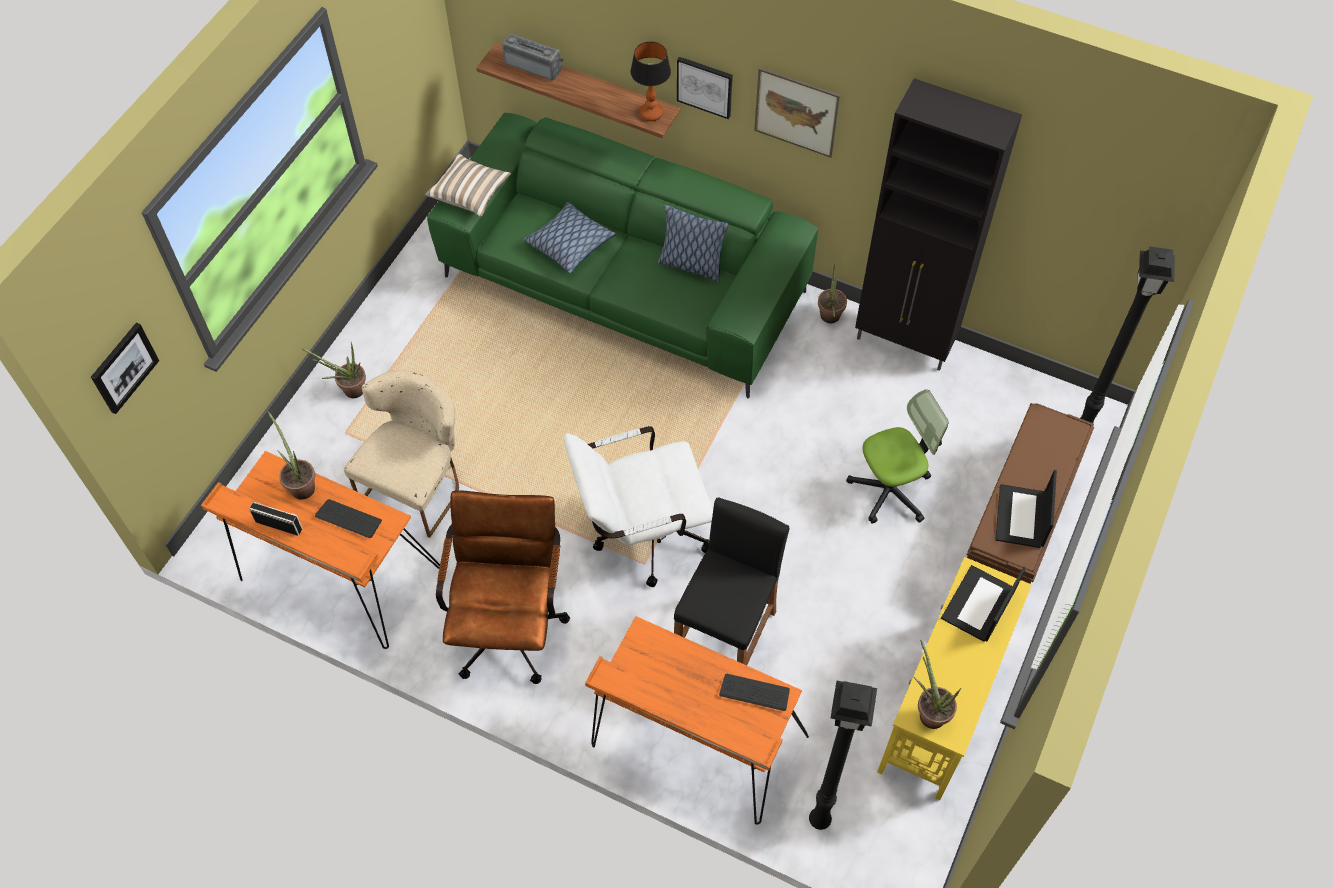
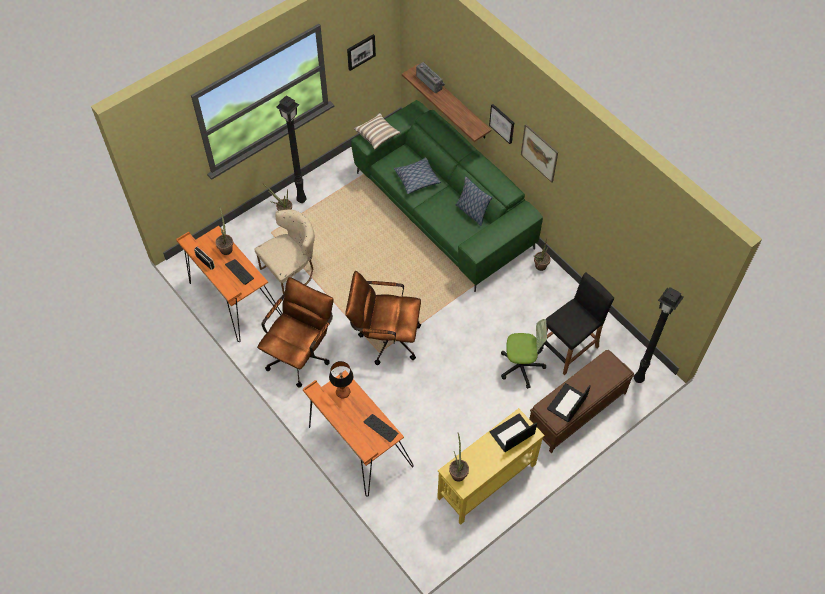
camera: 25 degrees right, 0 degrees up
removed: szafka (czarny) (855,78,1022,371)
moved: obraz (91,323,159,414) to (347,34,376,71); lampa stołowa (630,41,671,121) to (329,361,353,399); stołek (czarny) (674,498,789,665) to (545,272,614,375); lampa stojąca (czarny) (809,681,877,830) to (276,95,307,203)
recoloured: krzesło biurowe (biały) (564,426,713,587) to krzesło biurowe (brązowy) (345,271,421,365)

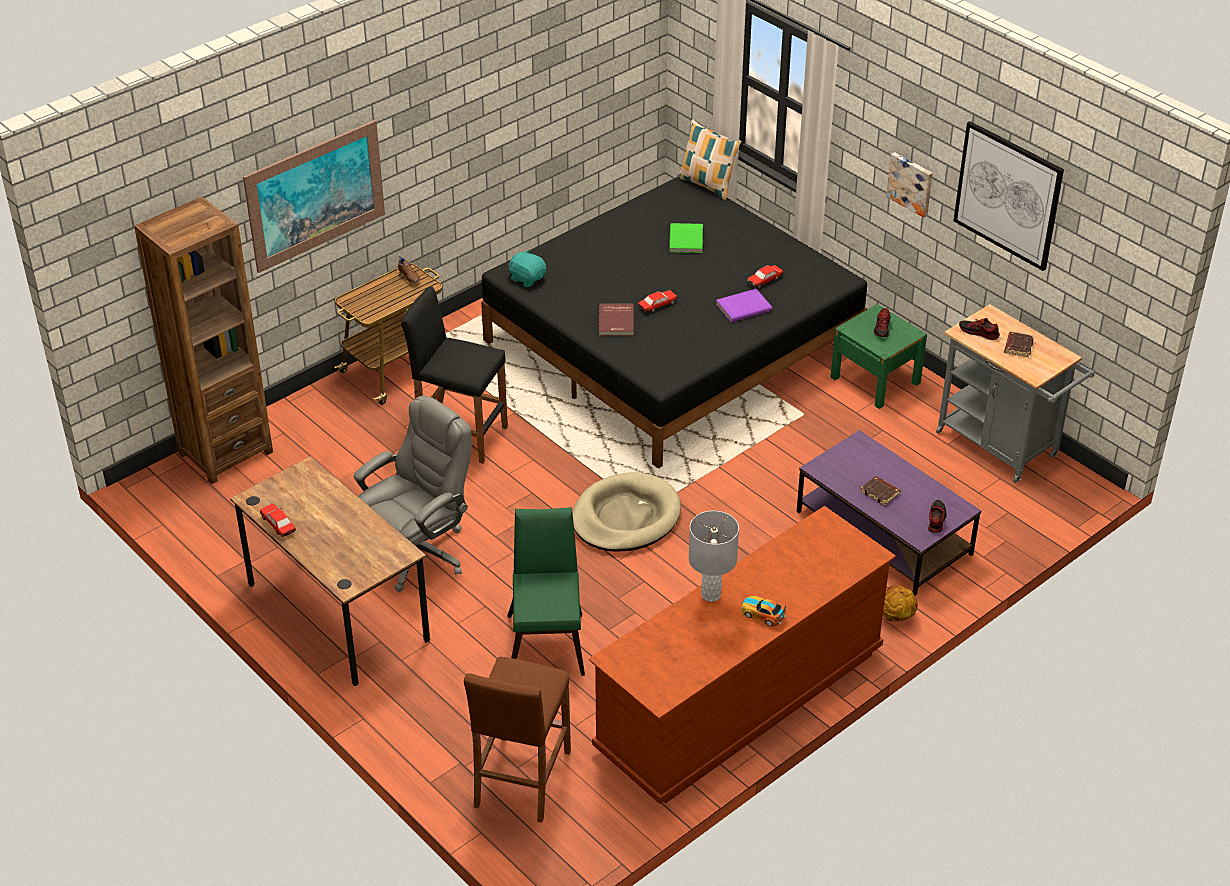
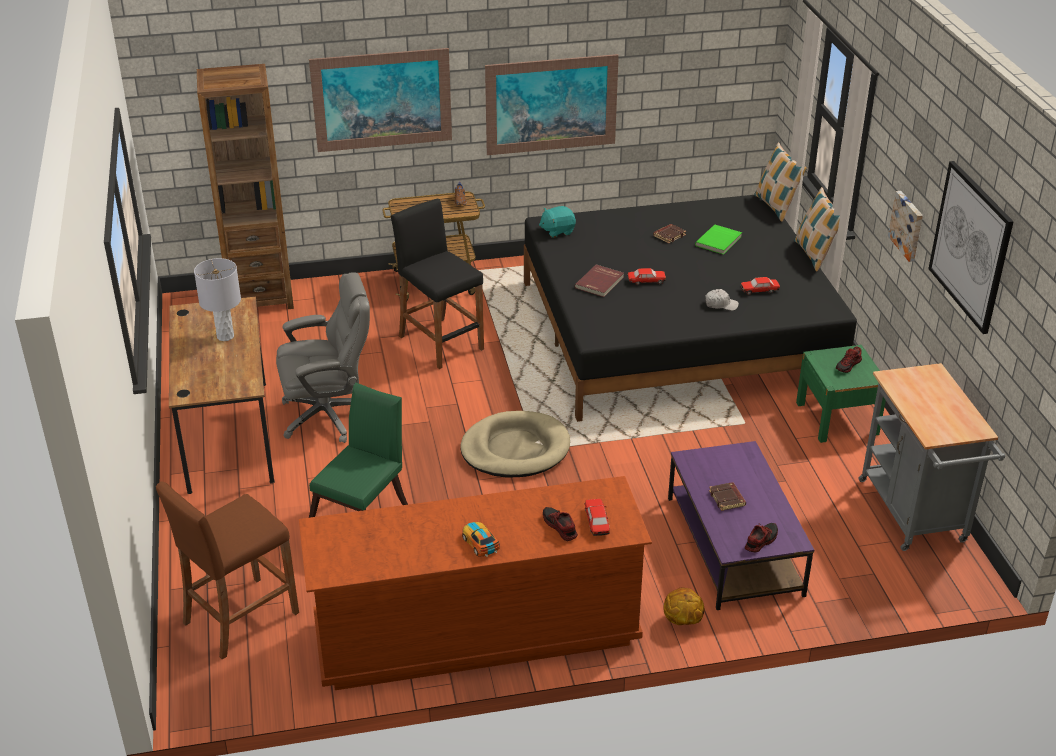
camera: 30 degrees right, 5 degrees down
added: obraz (485,54,619,155); poduszka (794,187,840,271)
moved: samochodzik (260,504,296,537) to (585,499,610,536); lampa stołowa (szary) (689,511,739,602) to (194,258,241,341); but (959,318,1000,340) to (543,507,578,541); książka (brązowy) (1004,332,1034,357) to (653,224,686,244)
replaced: książka (fioletowy) (716,289,772,322) to czapka z daszkiem (biały) (705,289,739,311)
turned: pluszak (turkusowy) (508,249,547,288) = (539,206,576,238) 90 degrees counterclockwise

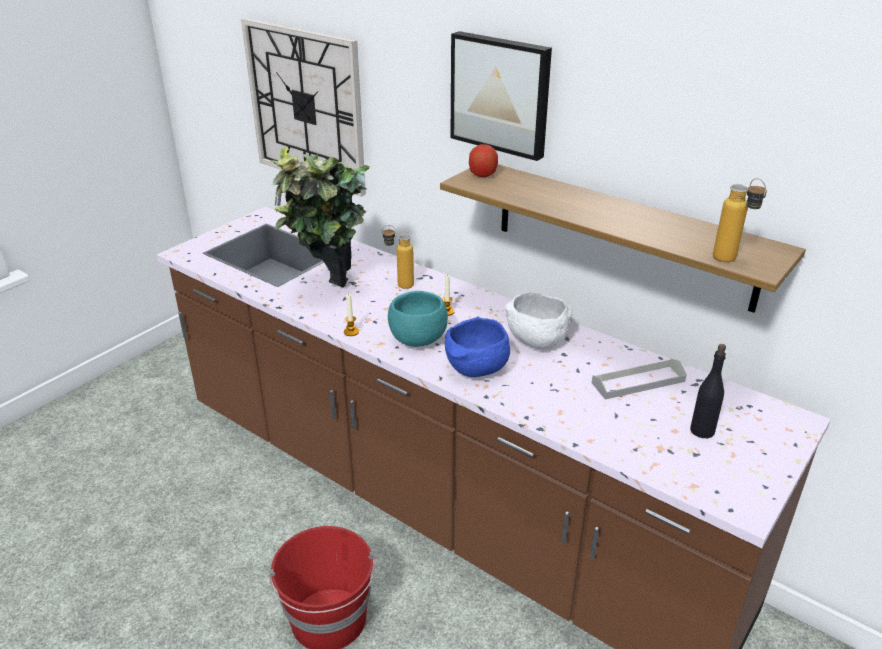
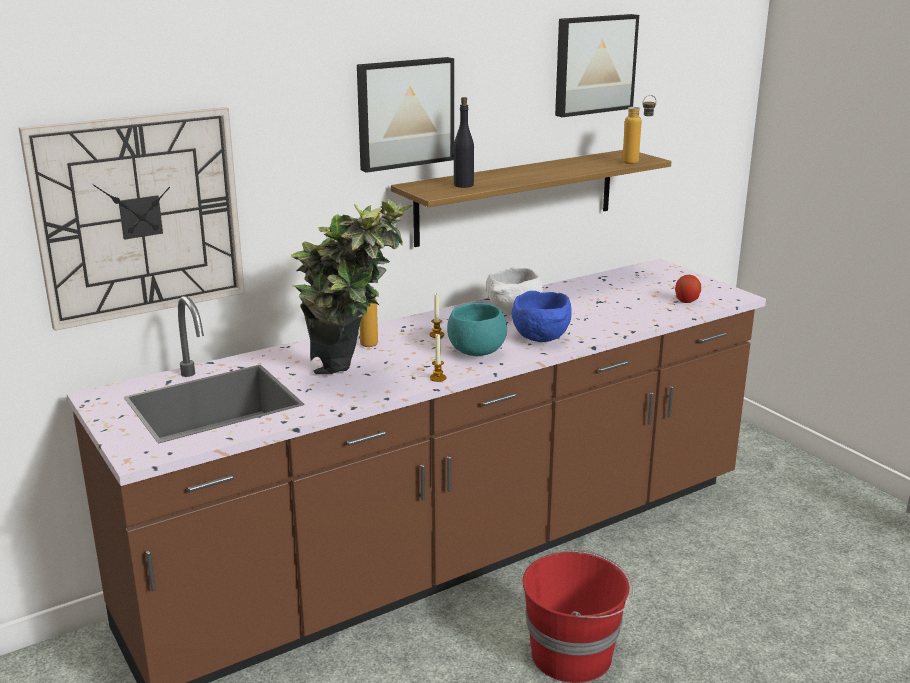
camera: 70 degrees left, 10 degrees down
removed: taca (szary) (592,359,687,399)
added: obraz (555,14,639,117)
moved: jabłko (469,144,498,177) to (675,274,701,303); butelka (czarny) (690,344,726,438) to (453,97,474,188)

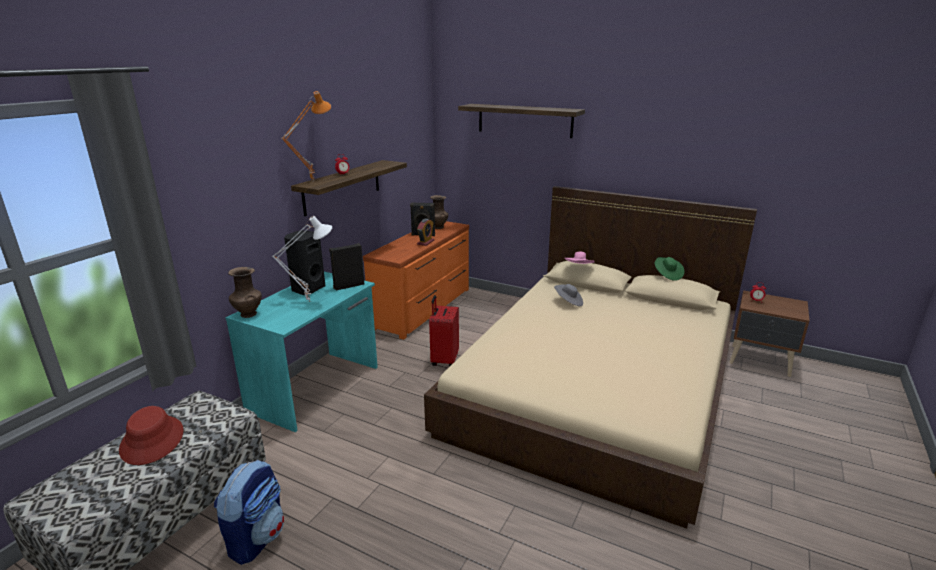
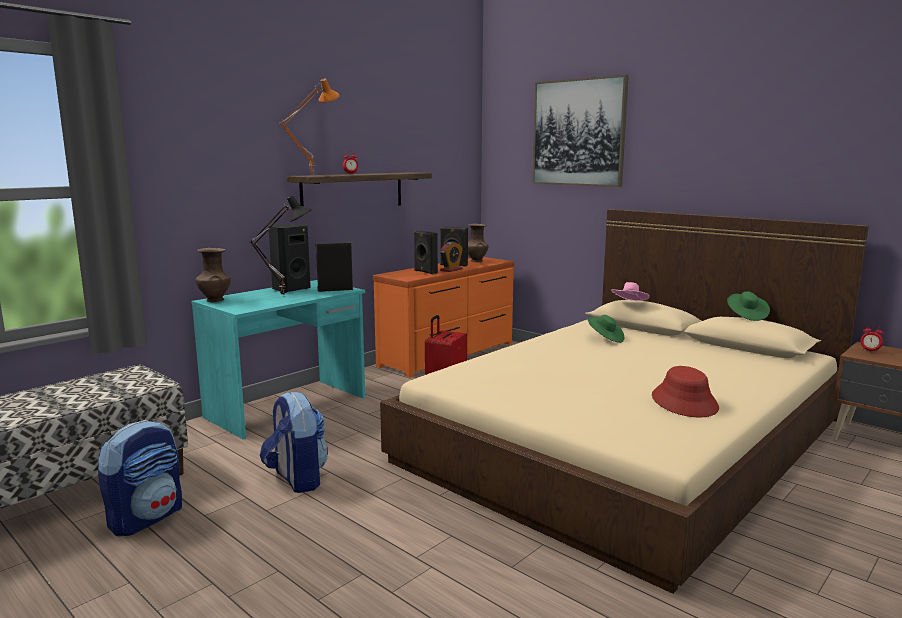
camera: 15 degrees right, 10 degrees down
added: plecak (260,391,328,493); głośnik (czarny) (414,230,438,275)
moved: kapelusz (czerwony) (119,406,184,465) to (652,366,719,417)
replaced: półka (458,104,585,138) to obraz (532,75,629,187)
recoloured: lampa stołowa (biały) (272,216,332,302) to lampa stołowa (czarny) (250,196,312,297); kapelusz (szary) (554,284,583,306) to kapelusz (zielony) (587,315,624,343)

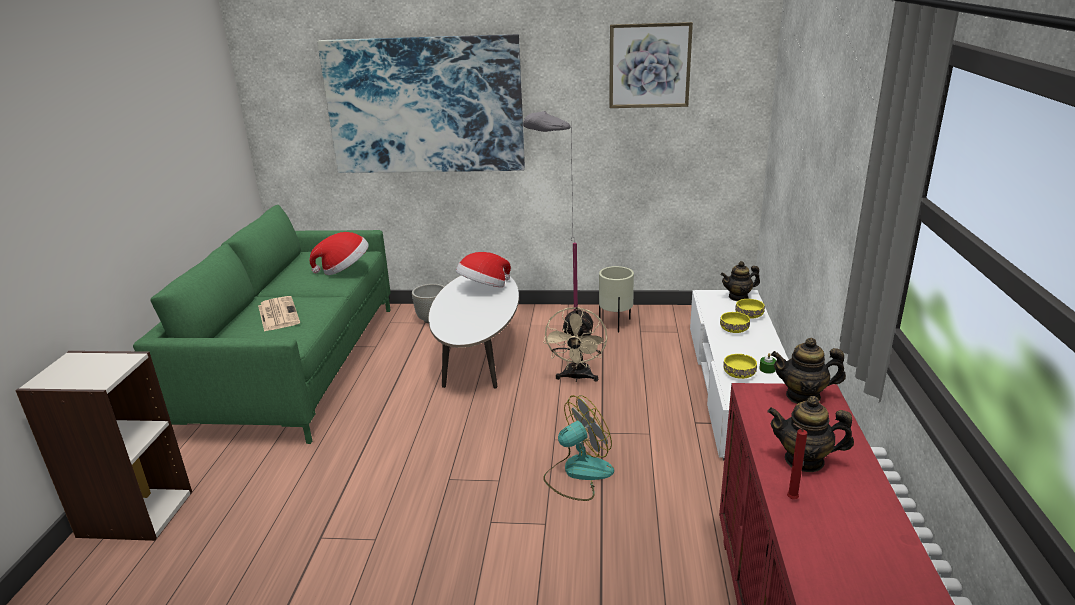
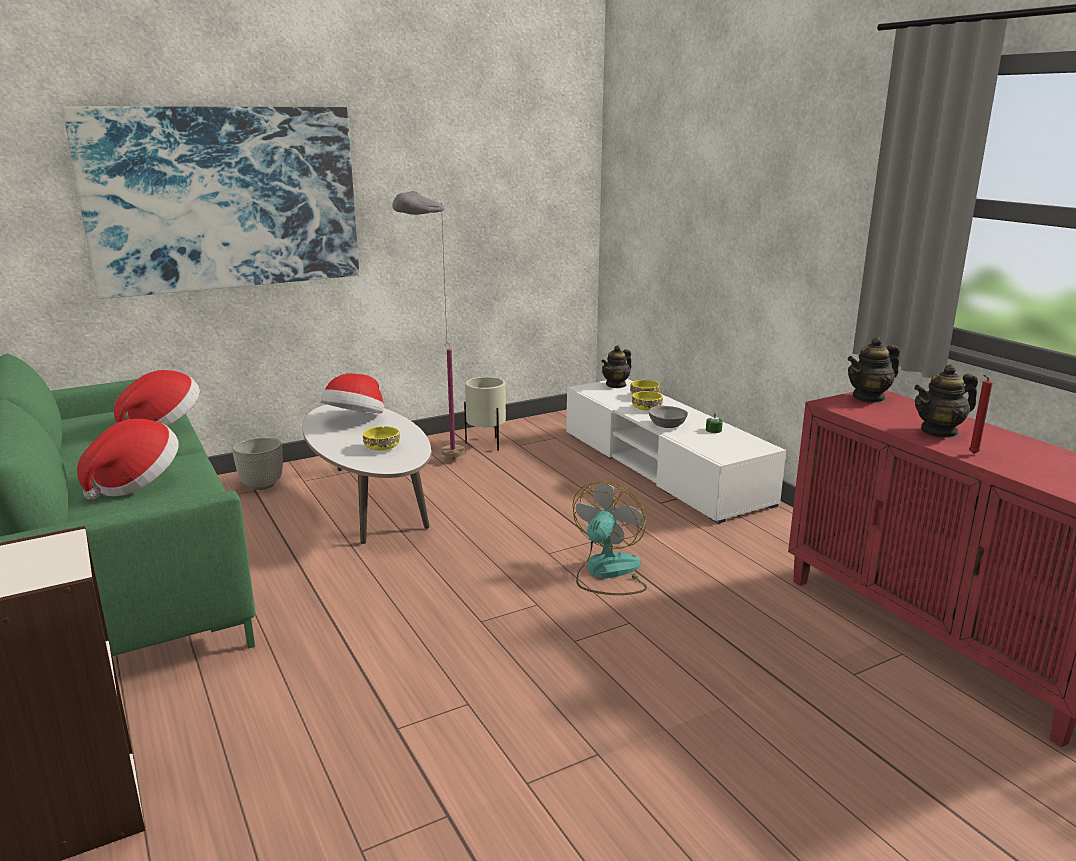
camera: 35 degrees left, 5 degrees down
removed: wentylator (beżowy) (543,307,607,382); obraz (609,22,693,108)
added: miska (szary) (649,406,688,428)
moved: miska (żółty) (723,354,757,379) to (363,426,400,451)
replaced: gazeta (258,296,300,332) to kapelusz (77,419,178,500)

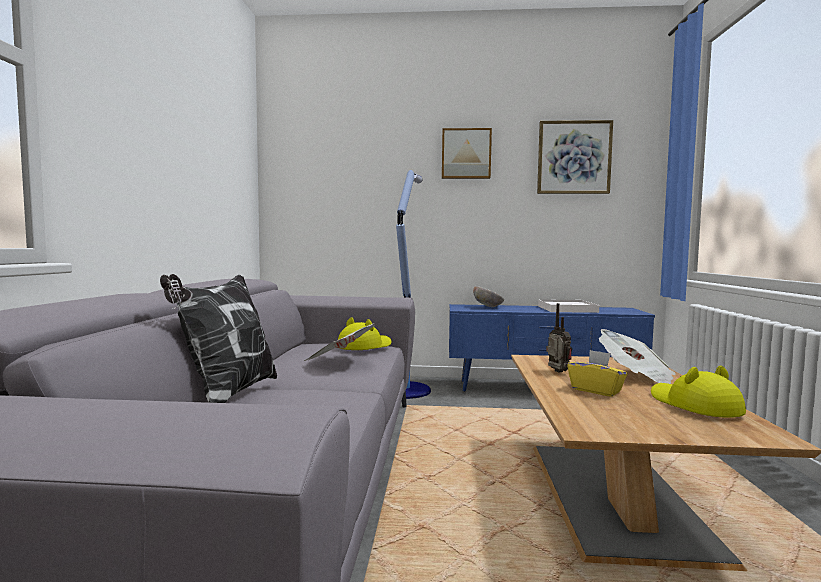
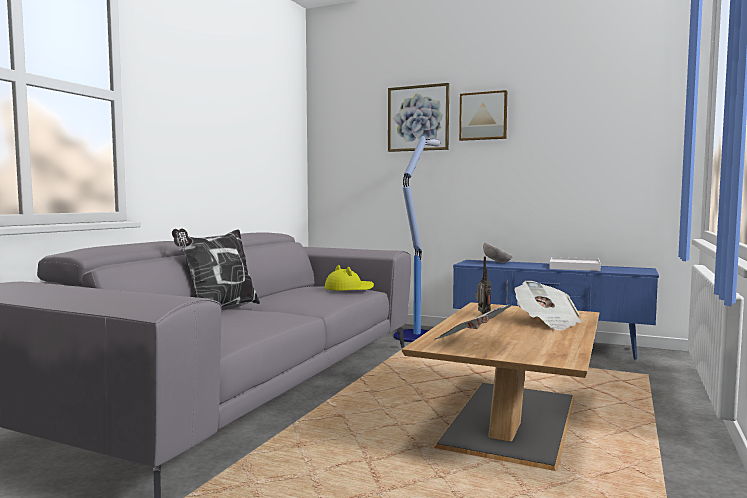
camera: 20 degrees right, 0 degrees up
removed: pudełko chusteczek (żółty) (567,350,627,397); kapelusz (żółty) (651,365,746,418)
moved: gazeta (304,323,375,361) to (435,304,511,339); obraz (537,120,613,194) to (388,83,449,152)

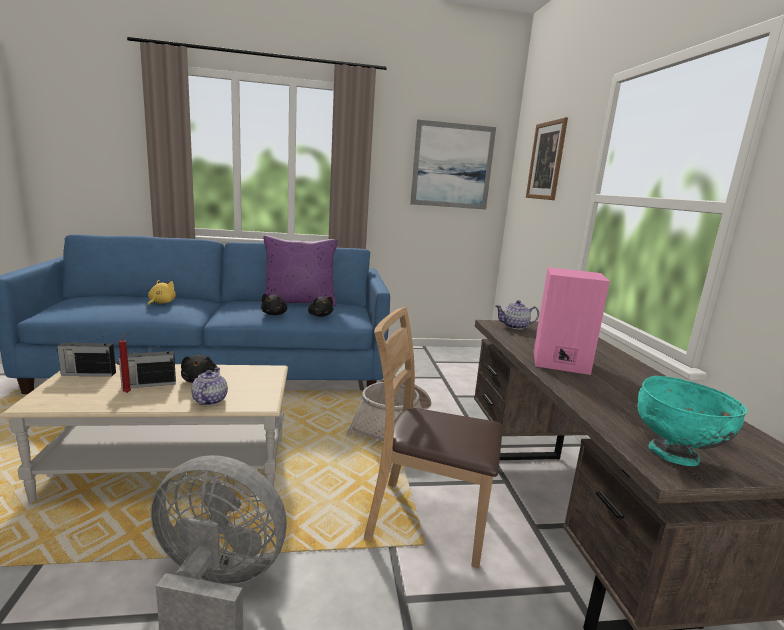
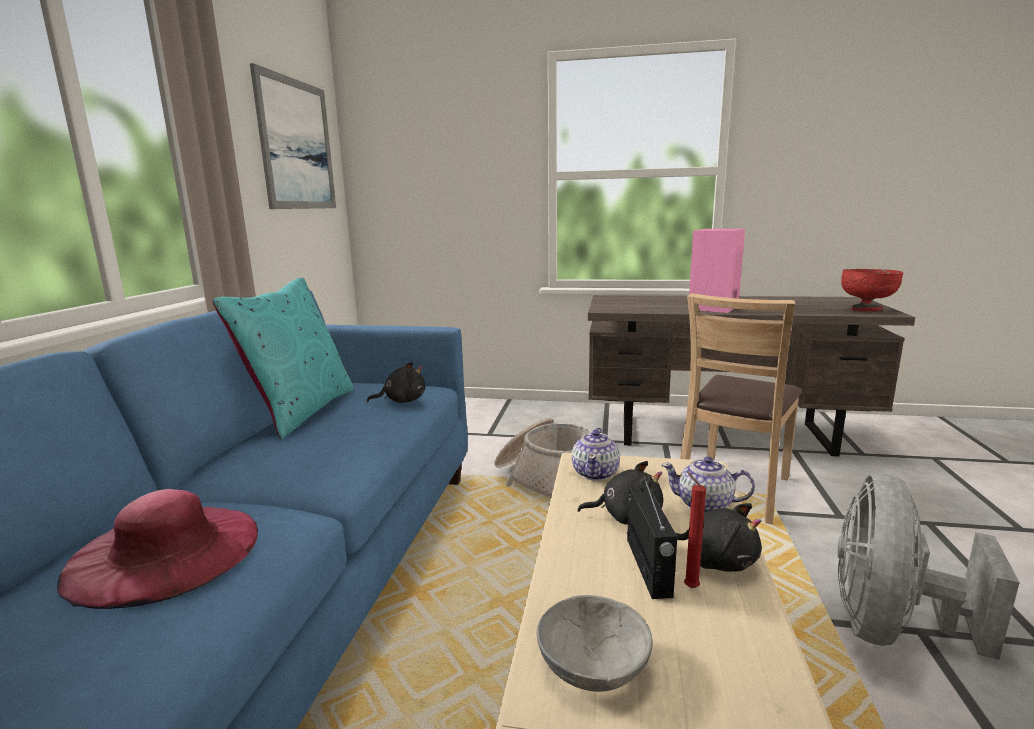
camera: 70 degrees left, 0 degrees up
removed: obraz (526,117,568,200)
moved: pluszak (czarny) (261,294,287,315) to (676,503,762,572); imbryk (496,300,539,330) to (572,428,620,481)
replaced: radio (57,336,116,376) to miska (szary) (537,595,653,692); pluszak (żółty) (148,280,176,306) to kapelusz (różowy) (57,489,258,609)
recoloured: poduszka (fioletowy) (261,236,338,306) to poduszka (turkusowy) (212,278,354,439); miska (turkusowy) (637,376,747,466) to miska (czerwony) (841,269,903,311)

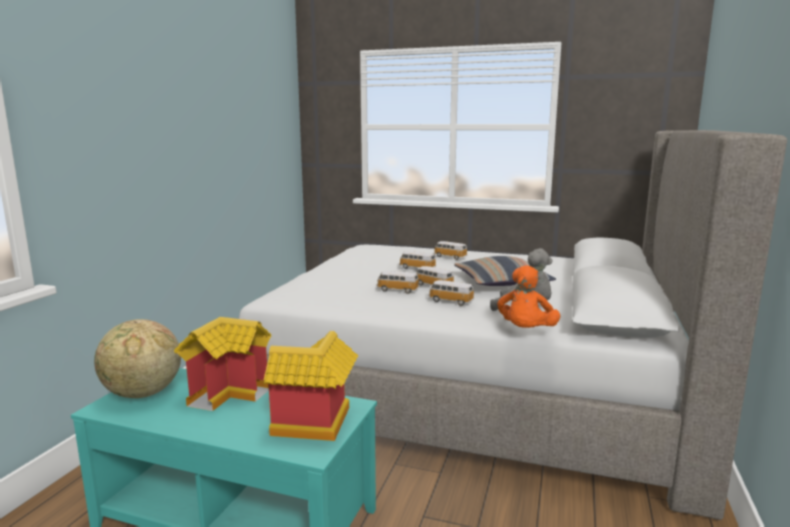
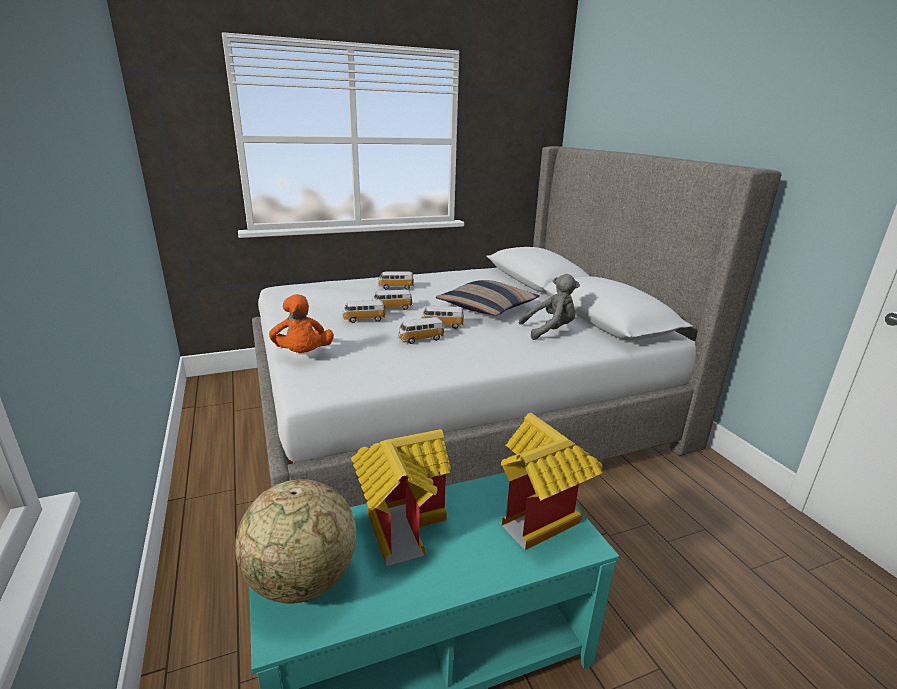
camera: 40 degrees left, 10 degrees up
moved: samochodzik (428,280,474,306) to (342,300,386,323); pluszak (pomarańczowy) (497,266,560,328) to (269,294,334,353)

